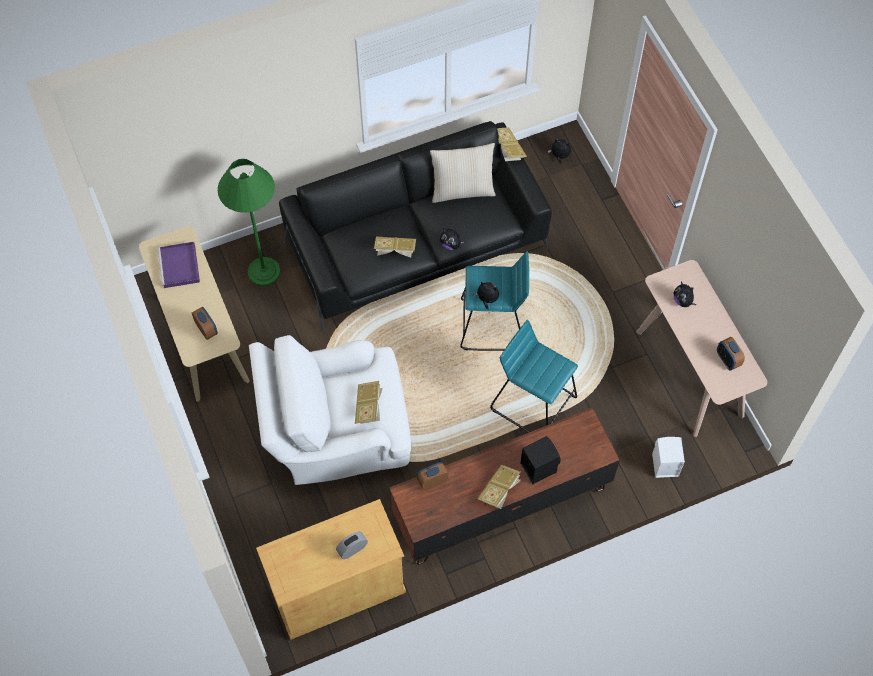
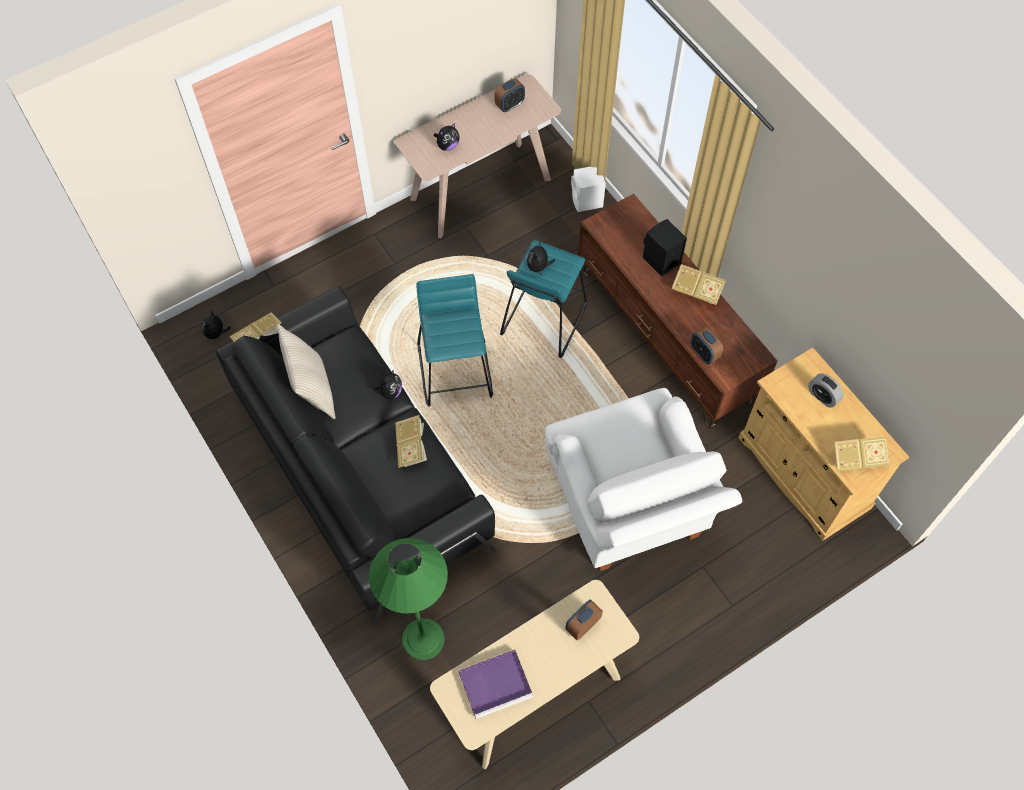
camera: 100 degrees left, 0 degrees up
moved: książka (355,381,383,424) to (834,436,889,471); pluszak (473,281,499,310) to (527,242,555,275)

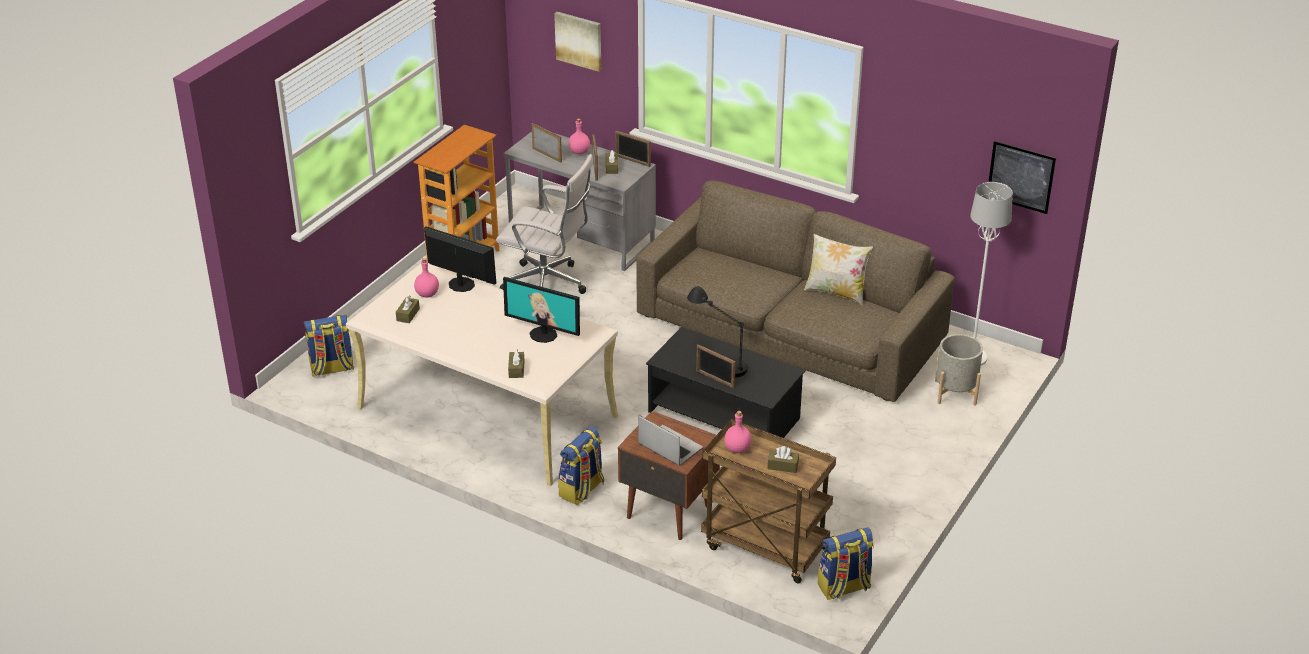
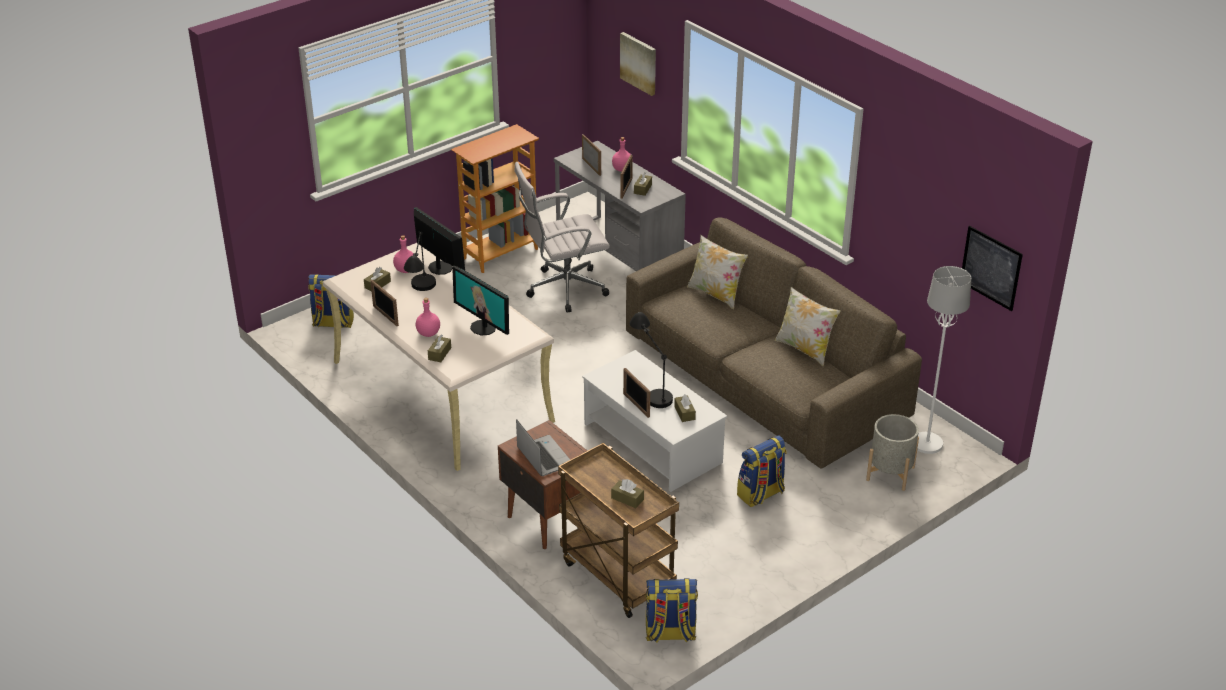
camera: 20 degrees right, 0 degrees up
added: lampa stołowa (czarny) (404,232,436,291); pudełko chusteczek (brązowy) (674,394,696,422); poduszka (687,235,748,309)
moved: plecak (558,427,605,505) to (737,435,787,507); ramka na zdjęcie (615,130,651,167) to (371,280,399,326); butelka (różowy) (724,411,752,453) to (416,298,440,337)
recoloured: ława (czarny) (646,327,805,438) to ława (biały) (582,350,727,492)
turned: krzesło biurowe (biały) (496,154,594,294) = (514,162,610,313) 120 degrees clockwise

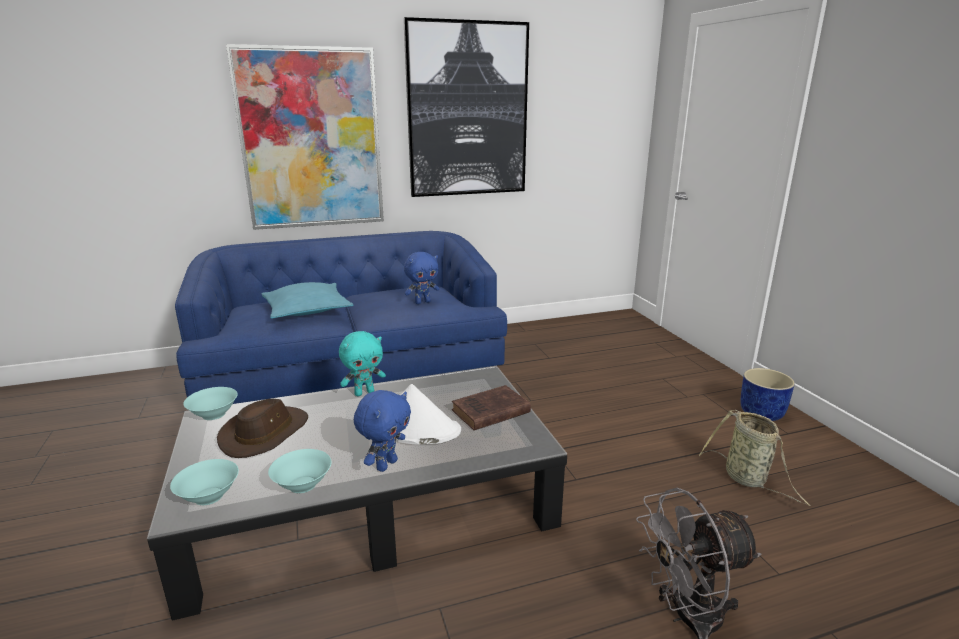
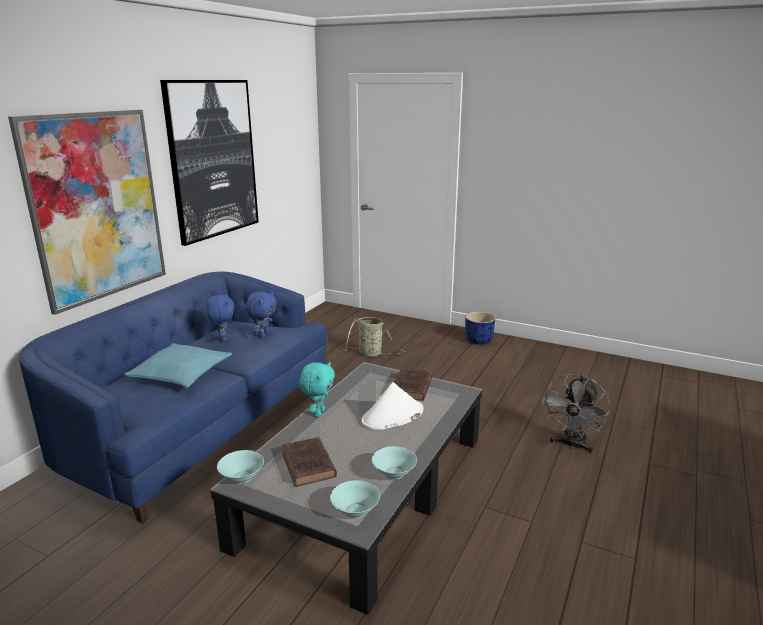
camera: 45 degrees left, 0 degrees up
moved: pluszak (niebieski) (354,390,411,472) to (207,294,234,342); koszyk (699,410,810,506) to (345,317,406,357)
replaced: kapelusz (brązowy) (217,399,308,458) to książka (brązowy) (281,437,337,487)

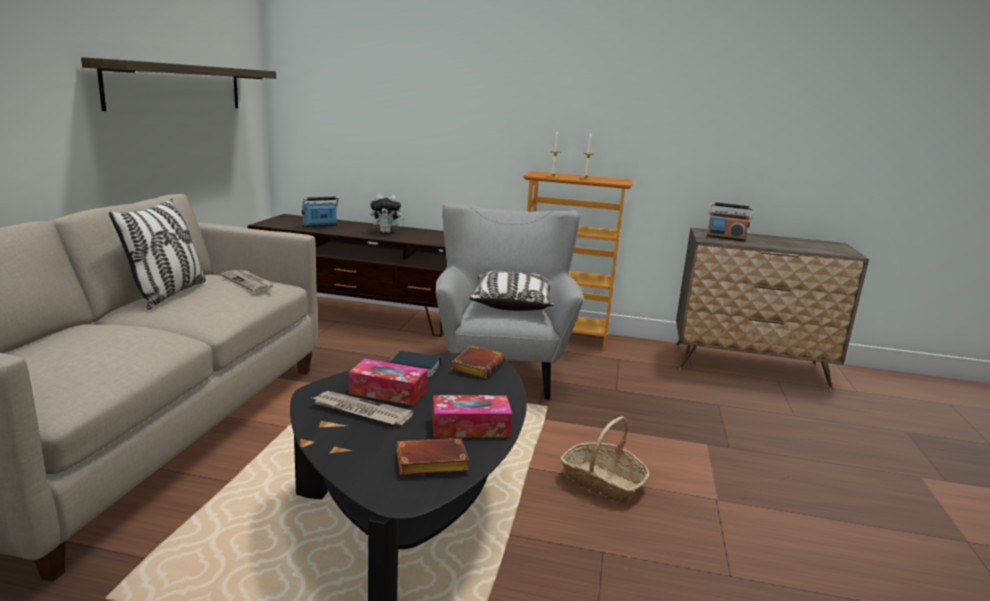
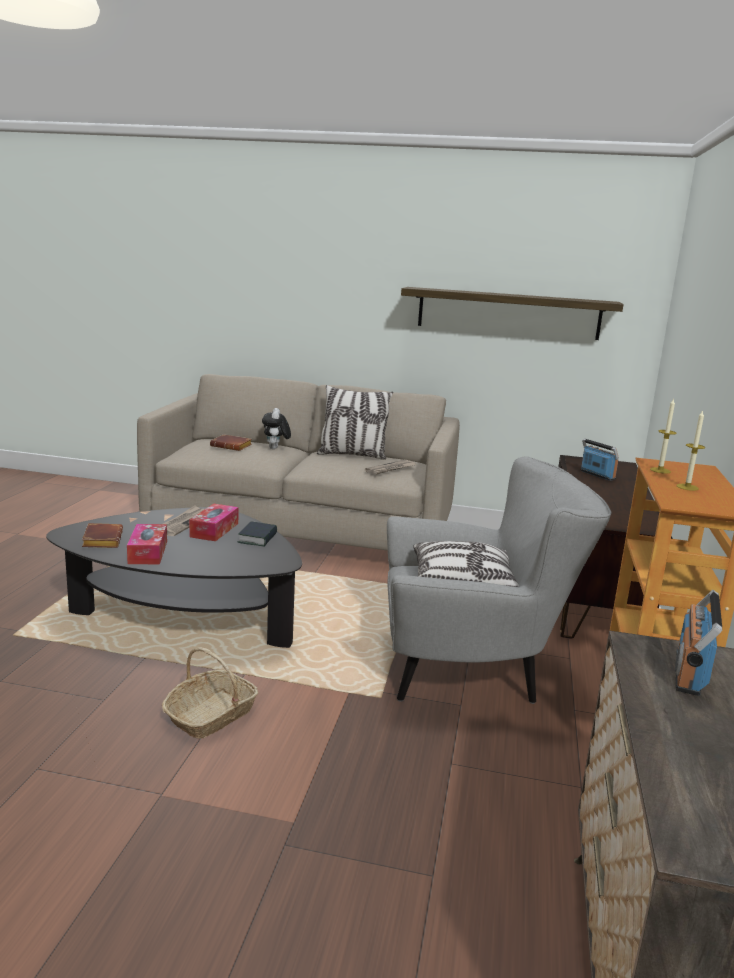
camera: 90 degrees right, 0 degrees up
moved: pluszak (370,194,405,233) to (262,408,291,449); książka (brązowy) (451,345,505,379) to (210,434,252,451)

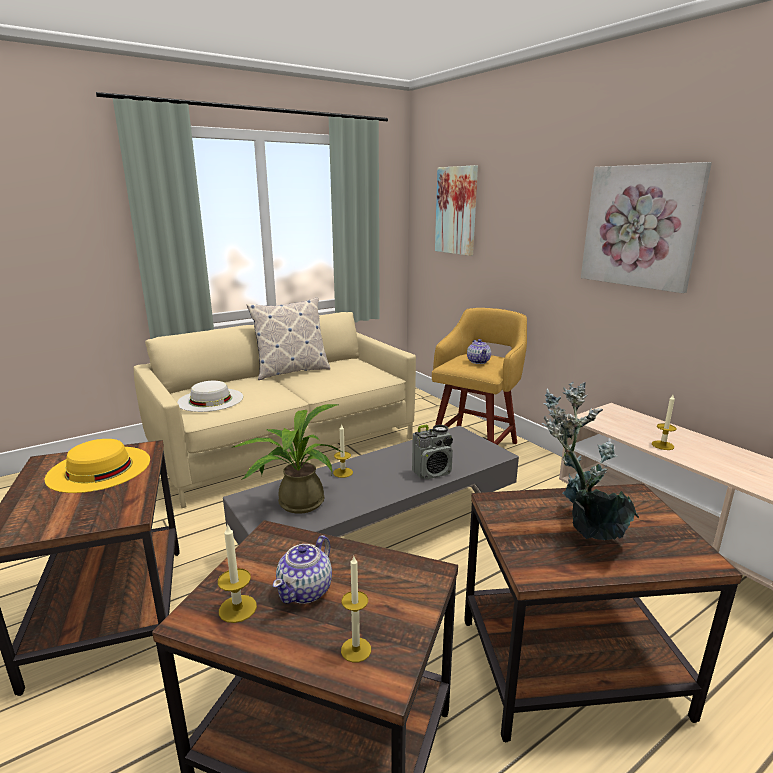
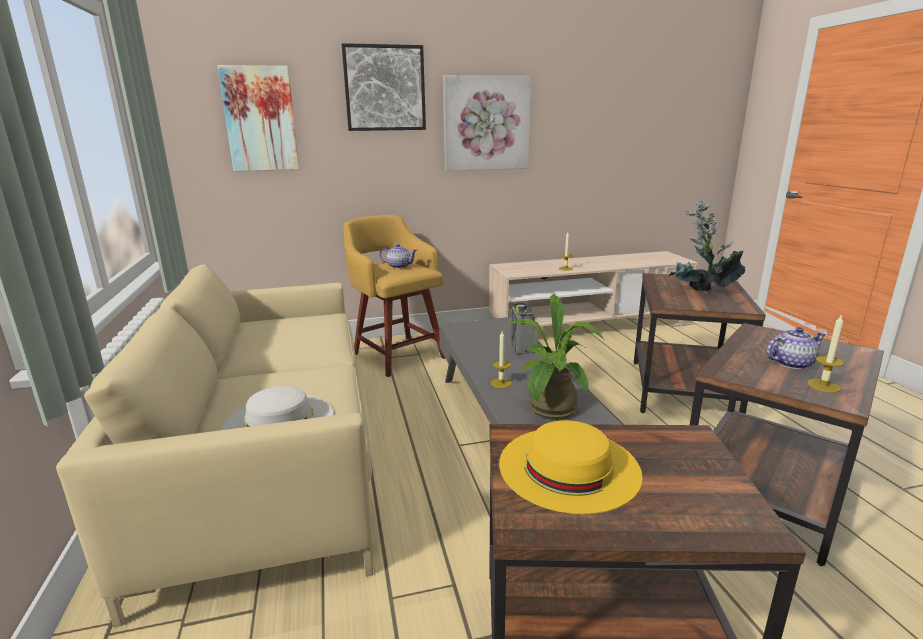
camera: 70 degrees left, 0 degrees up
removed: poduszka (246,298,330,380); świeca (341,556,371,663)
added: obraz (342,43,426,131)
turned: imbryk (273,535,332,604) = (766,327,826,369) 60 degrees counterclockwise

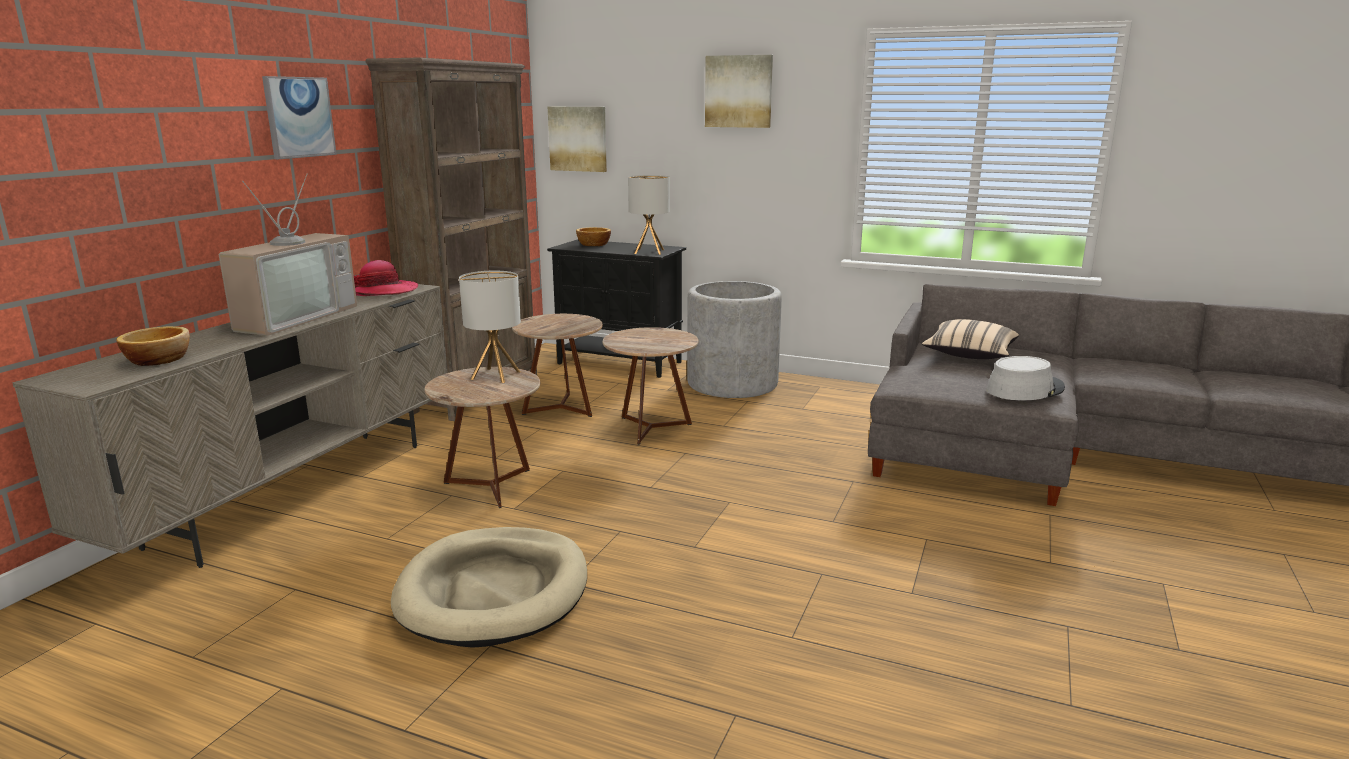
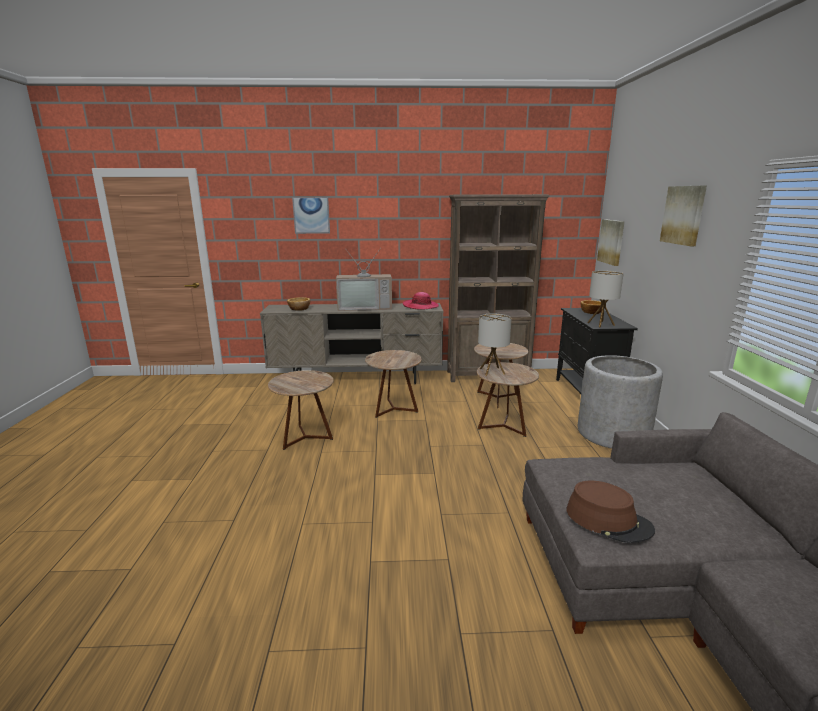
camera: 65 degrees right, 0 degrees up
removed: poduszka (beżowy) (922,319,1019,359)
moved: obraz (262,76,337,159) to (292,197,330,234); lampa stołowa (459,271,521,383) to (478,314,512,376)
replaced: legowisko (beżowy) (391,527,587,648) to stolik (brązowy) (268,370,333,450)
recoloured: kapelusz (szary) (987,356,1065,400) to kapelusz (brązowy) (567,481,655,543)

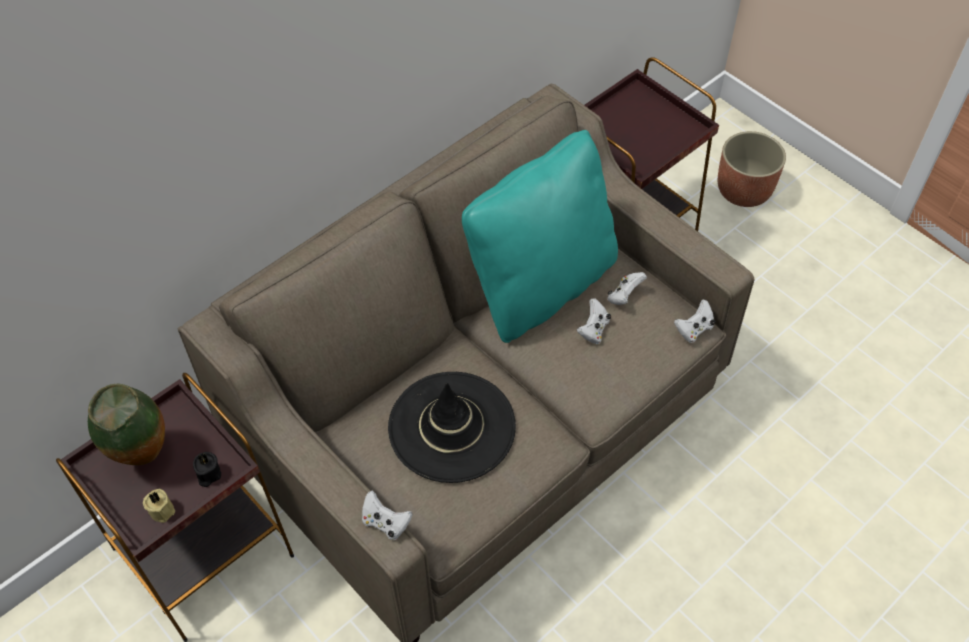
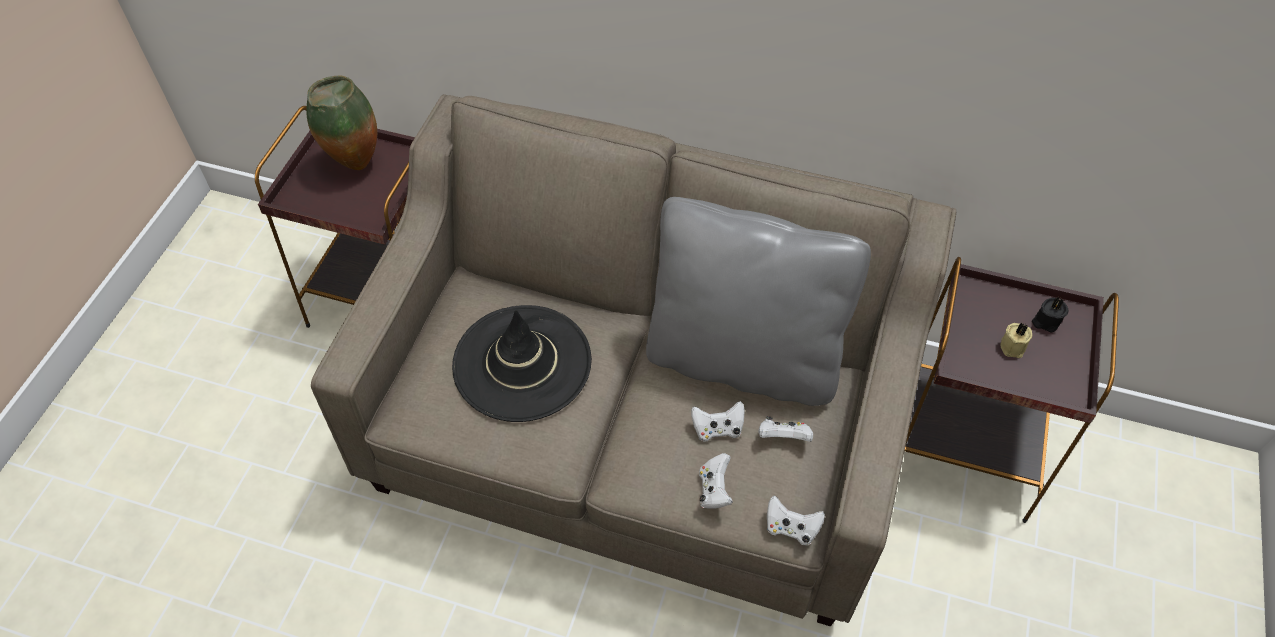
camera: 60 degrees right, 0 degrees up
removed: donica (718,131,786,207)
moved: świeca (beżowy) (143,489,175,523) to (1001,323,1032,358); świeca (czarny) (193,452,221,487) to (1032,297,1069,332); pad do gier (biały) (362,490,413,540) to (699,453,733,509)
recoloured: poduszka (turkusowy) (462,130,618,343) to poduszka (szary) (646,197,871,406)

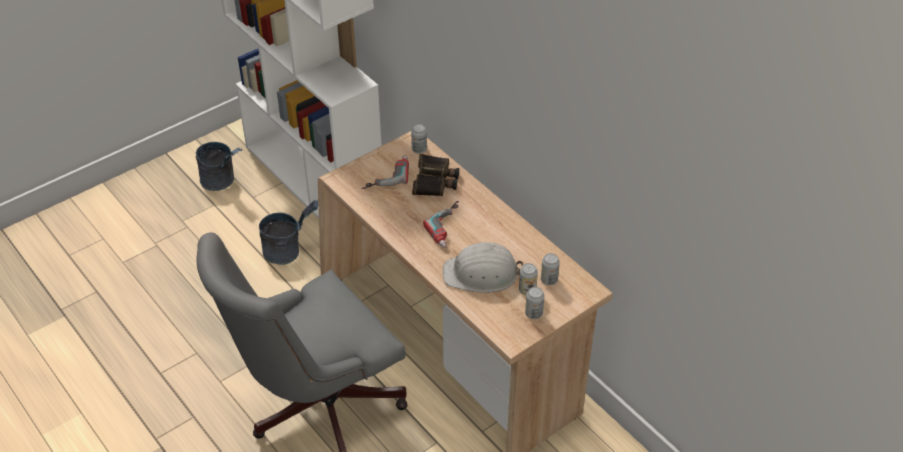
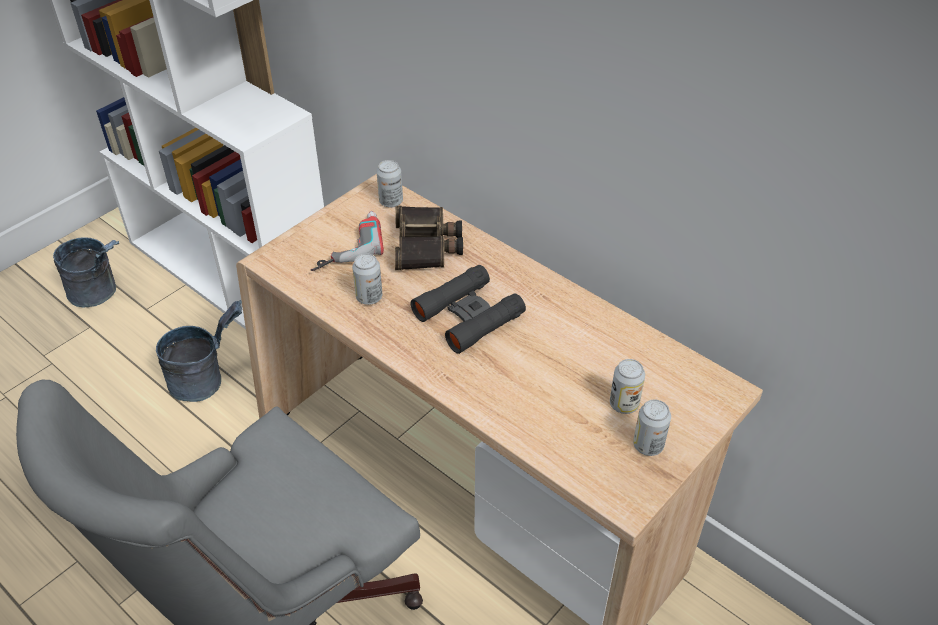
camera: 10 degrees left, 0 degrees up
removed: kask (biały) (443,242,523,293)
moved: puszka (541,253,560,285) to (352,253,382,305)
replaced: wiertarka (423,201,459,248) to lornetka (czarny) (411,265,526,354)

